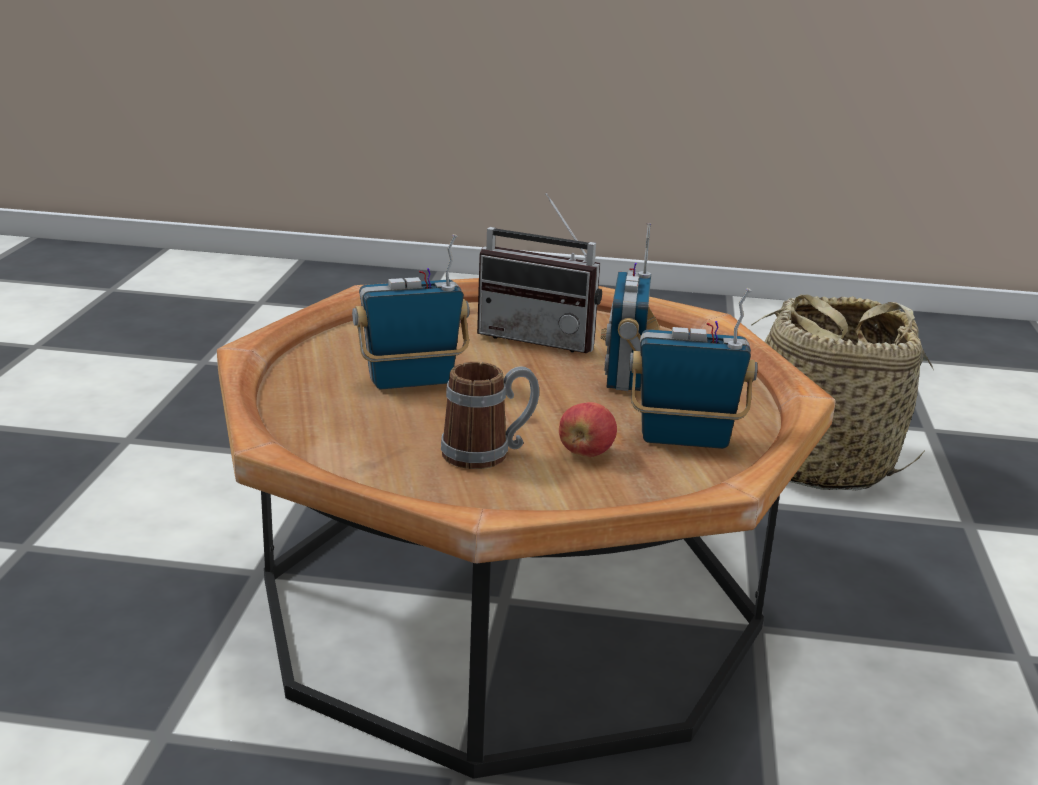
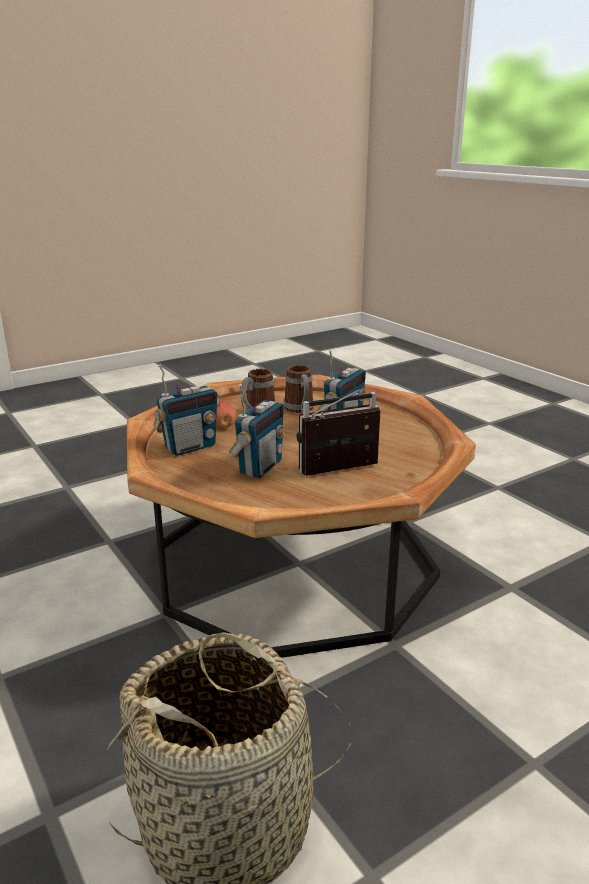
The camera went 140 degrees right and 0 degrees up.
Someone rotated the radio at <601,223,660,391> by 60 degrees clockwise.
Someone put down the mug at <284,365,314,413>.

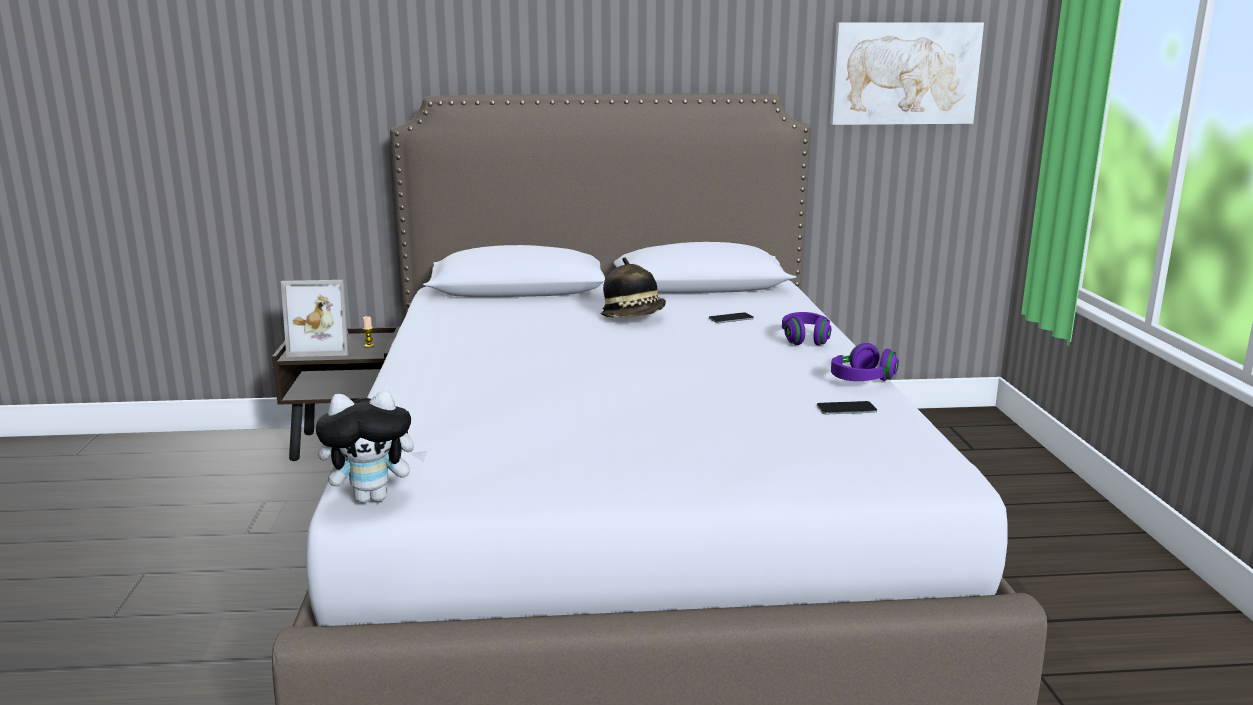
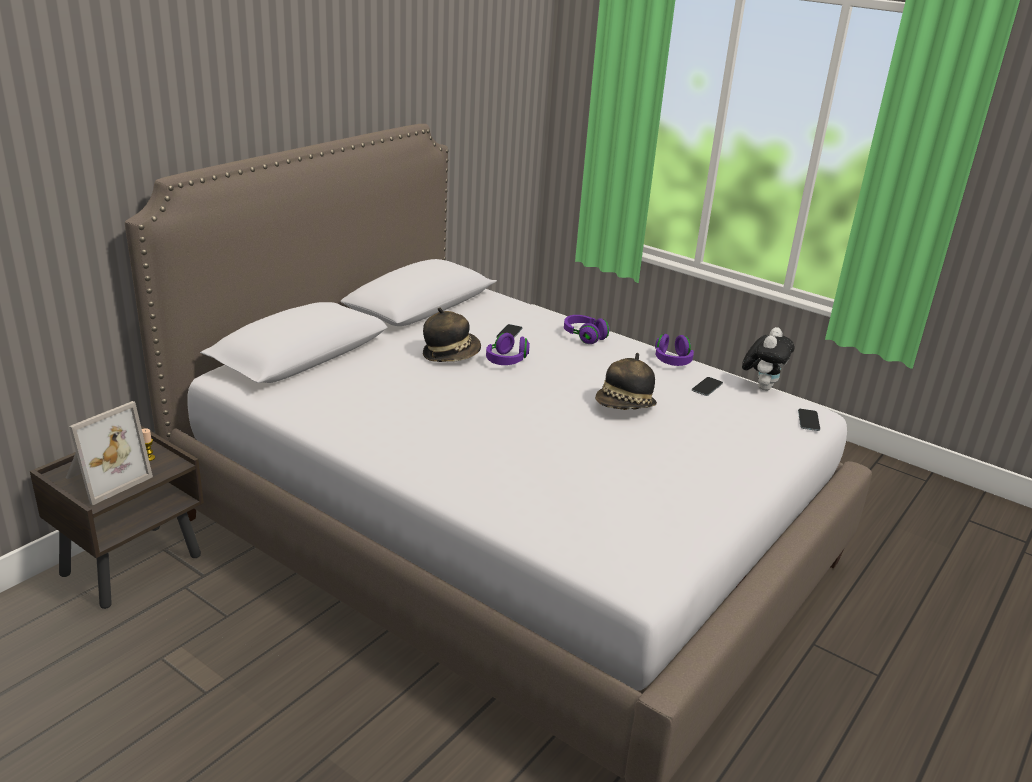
The camera went 50 degrees left and 10 degrees up.
Someone took away the picture at <830,23,984,125>.
Someone carried the plush toy from <316,390,427,503> to <742,327,795,391>.
Someone put down the purple headphones at <486,333,530,365>.
Someone put down the hat at <595,353,657,410>.
Someone put down the phone at <798,409,820,431>.

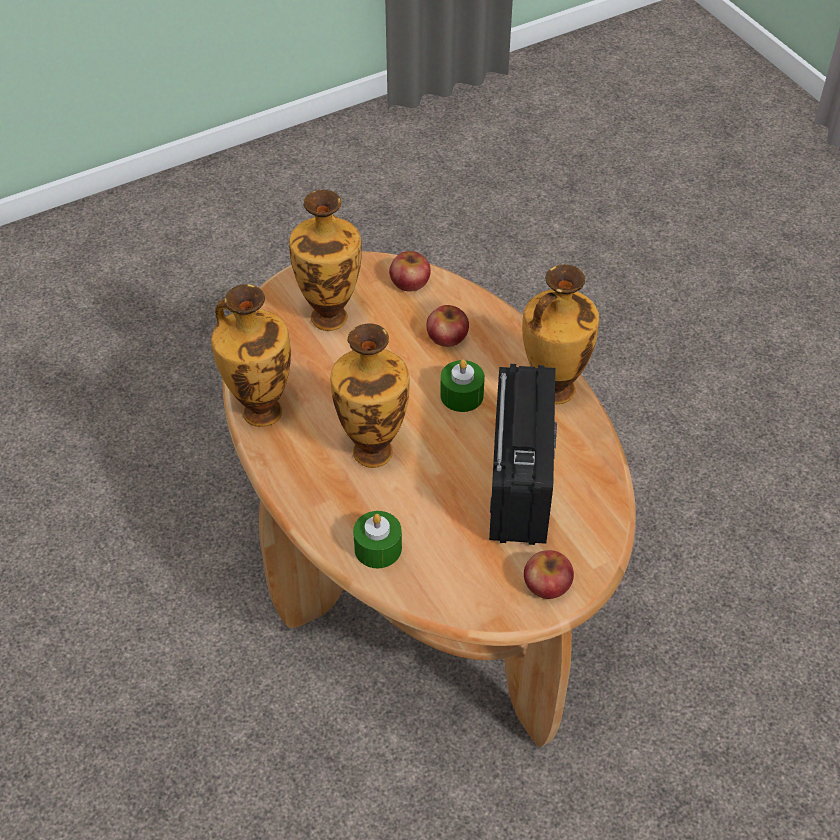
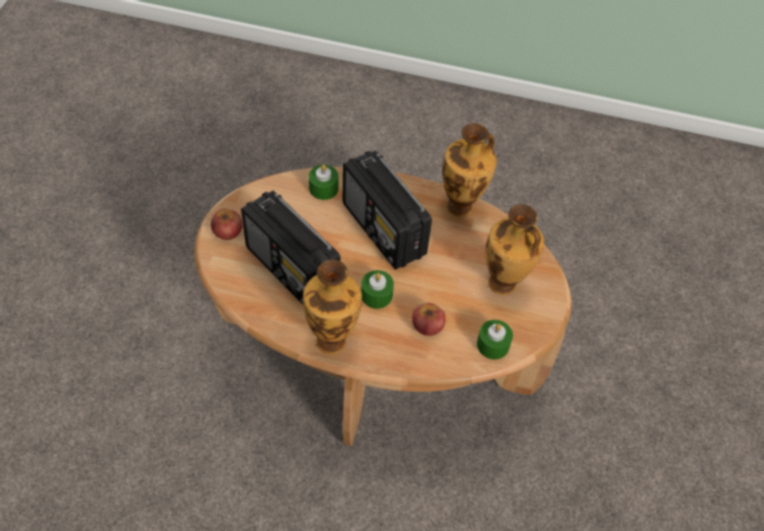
The camera went 130 degrees right and 5 degrees up.
Someone swapped the apple at <389,251,431,292> for the green candle at <477,320,513,359>.
Someone swapped the vase at <330,324,409,468> for the radio at <343,151,432,270>.

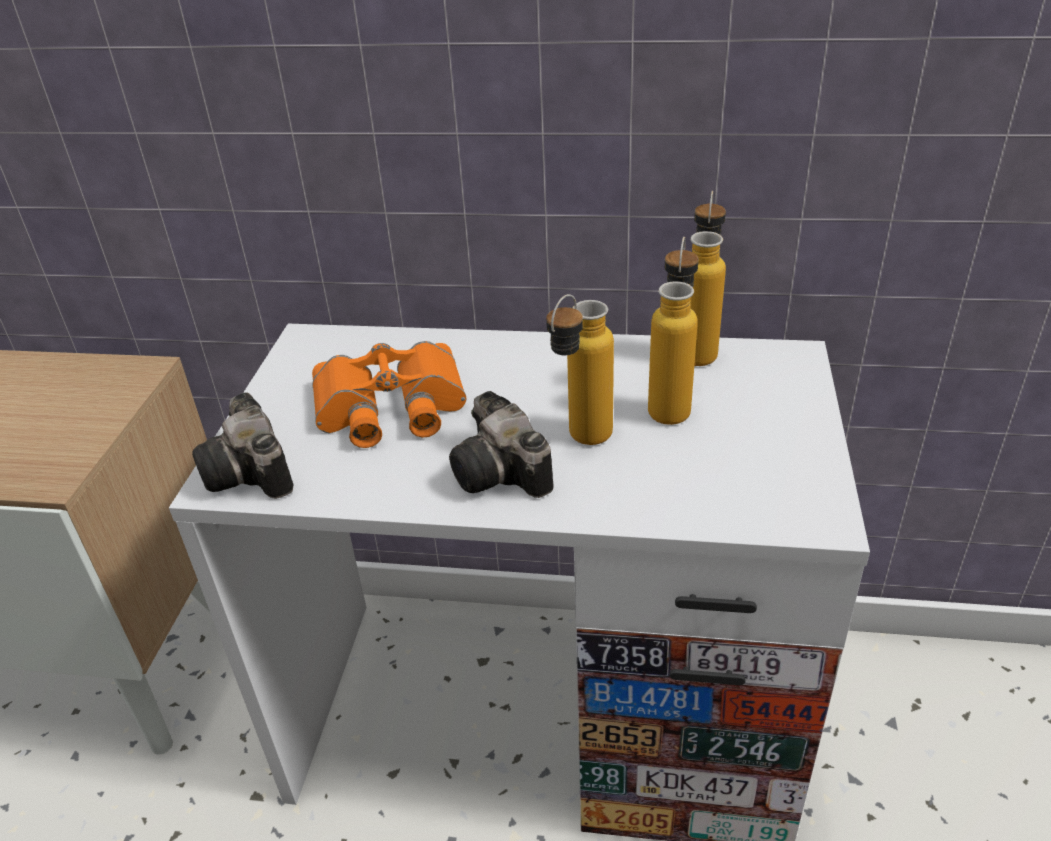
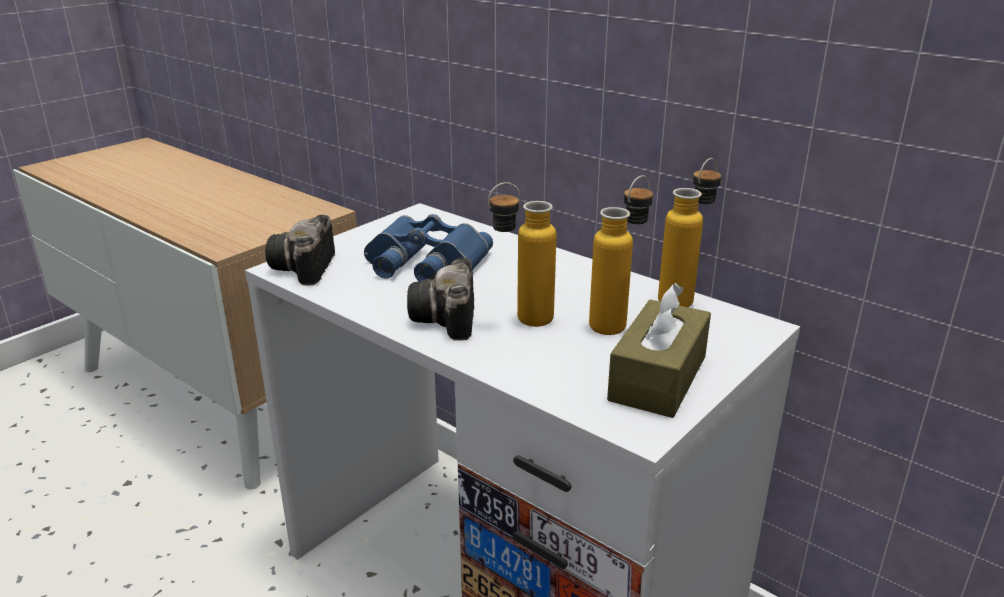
The camera went 30 degrees right and 10 degrees down.
Someone repainted the orange binoculars at <312,341,466,448>, which became the blue binoculars at <364,214,493,282>.
Someone put down the brown tissue box at <607,283,711,418>.

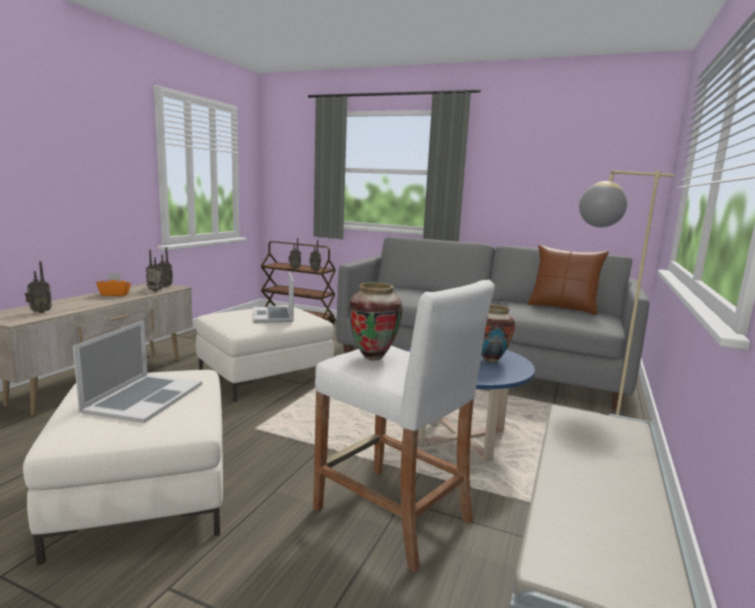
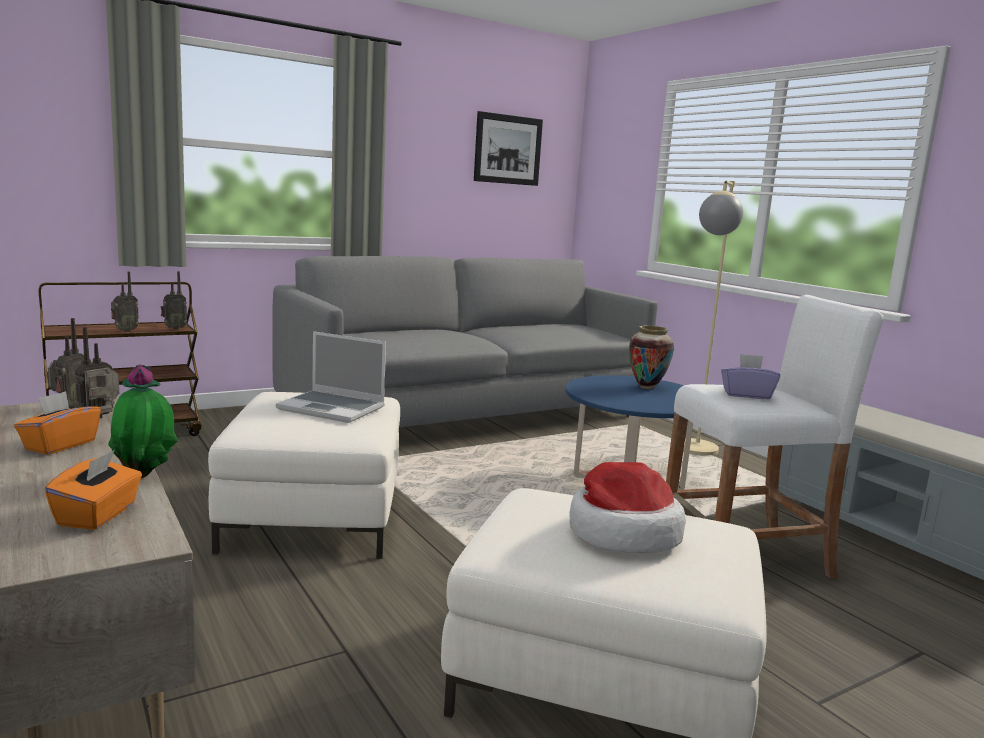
The camera went 55 degrees left and 0 degrees up.
Someone took away the brown pillow at <527,245,609,315>.
Someone swapped the radio at <25,261,52,313> for the orange tissue box at <44,450,142,530>.
Someone swapped the vase at <348,283,402,361> for the purple tissue box at <721,354,780,399>.
Someone swapped the laptop at <73,320,202,423> for the hat at <569,462,686,553>.
Someone put up the picture at <474,111,543,186>.
Someone put down the potted plant at <108,364,178,478>.

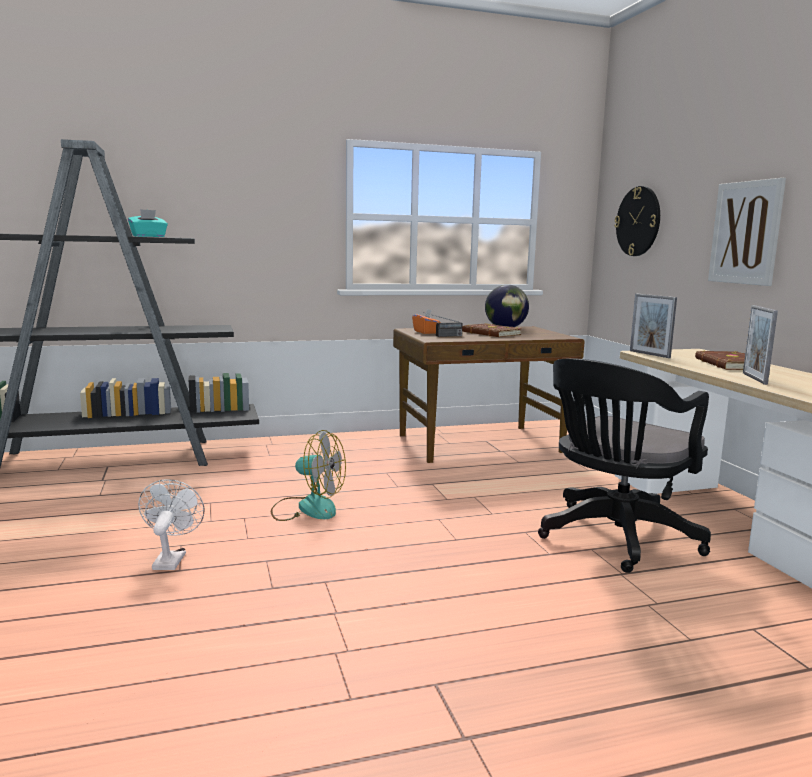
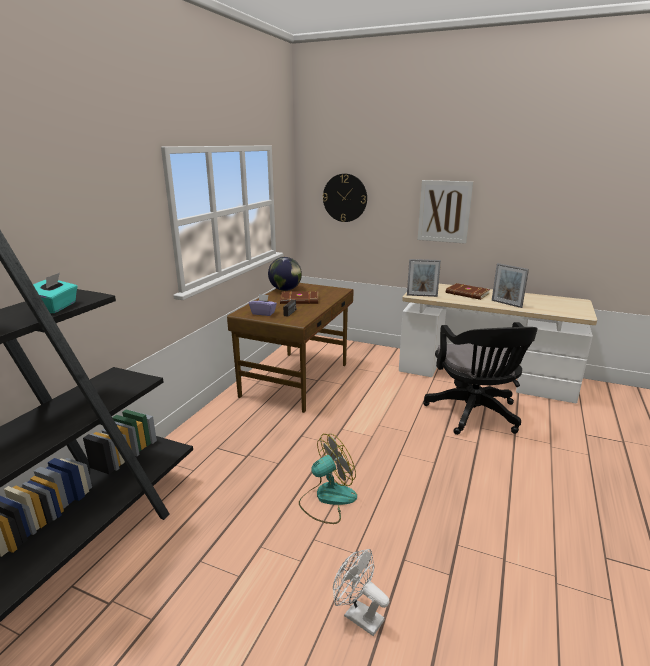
The camera went 50 degrees left and 10 degrees up.
Someone repainted the orange tissue box at <412,309,440,334>, which became the purple tissue box at <249,294,277,316>.

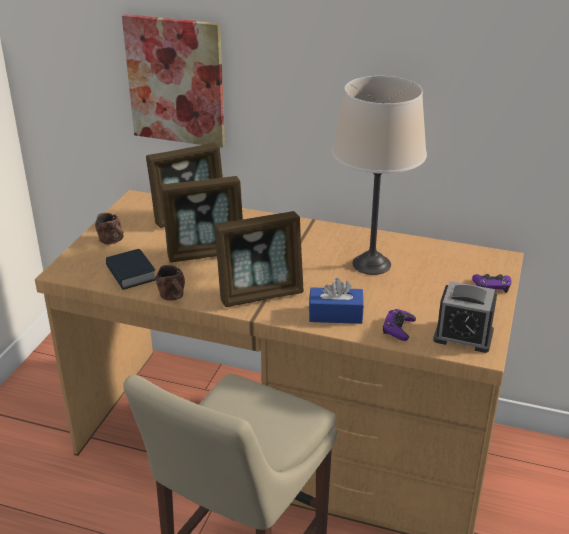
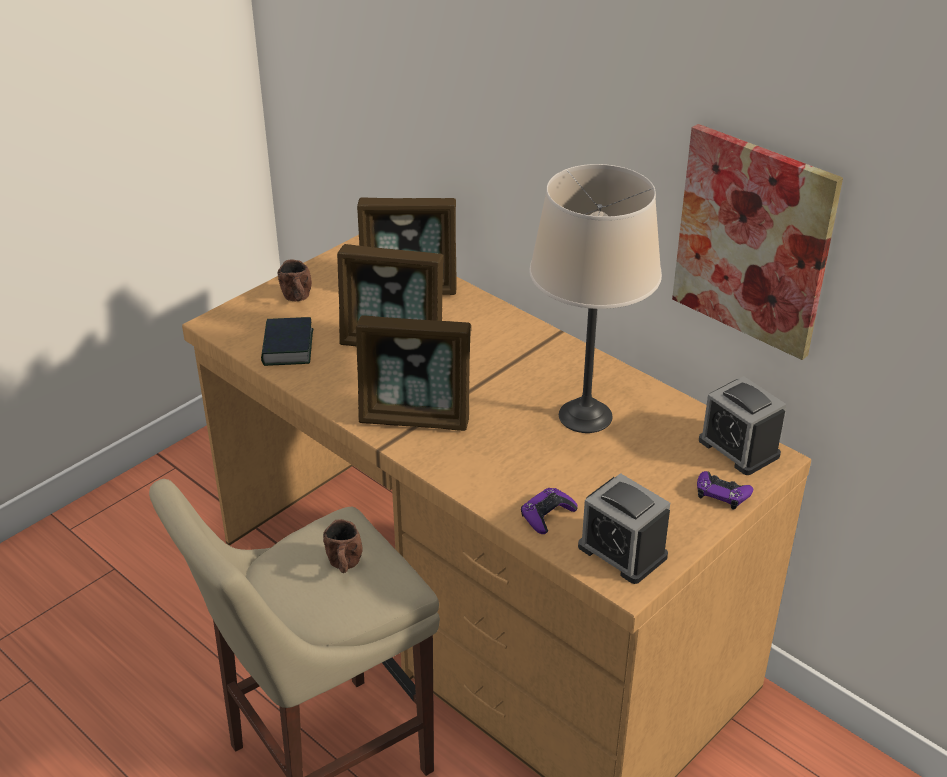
The camera went 25 degrees right and 5 degrees up.
Someone carried the picture from <122,14,225,148> to <672,124,843,360>.
Someone carried the brown mug from <156,265,185,301> to <323,519,363,573>.
Someone took away the blue tissue box at <309,278,364,324>.
Someone put down the alarm clock at <699,376,786,475>.

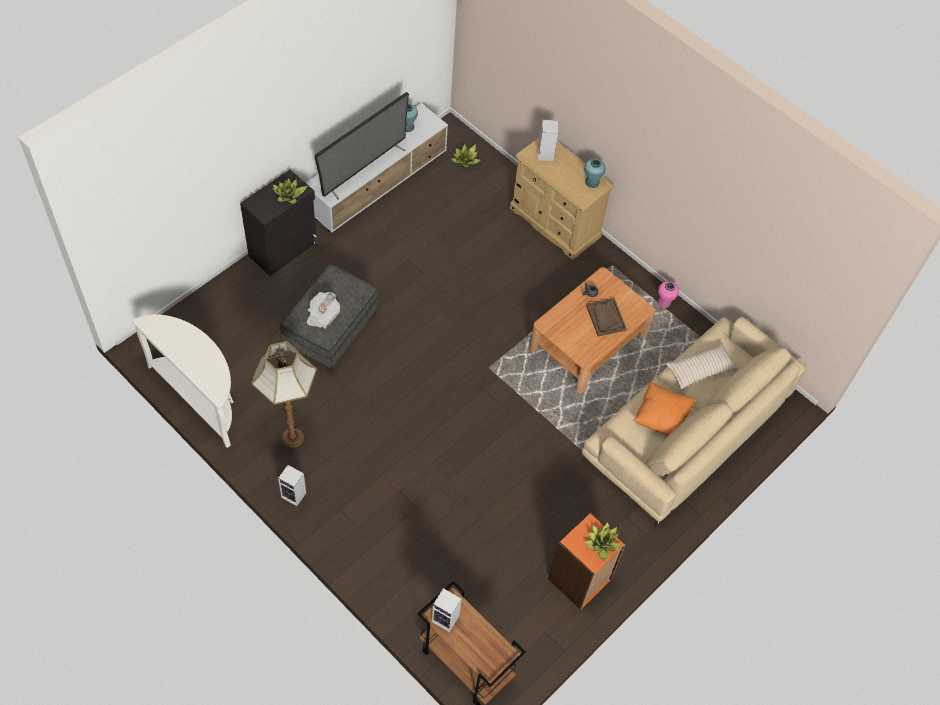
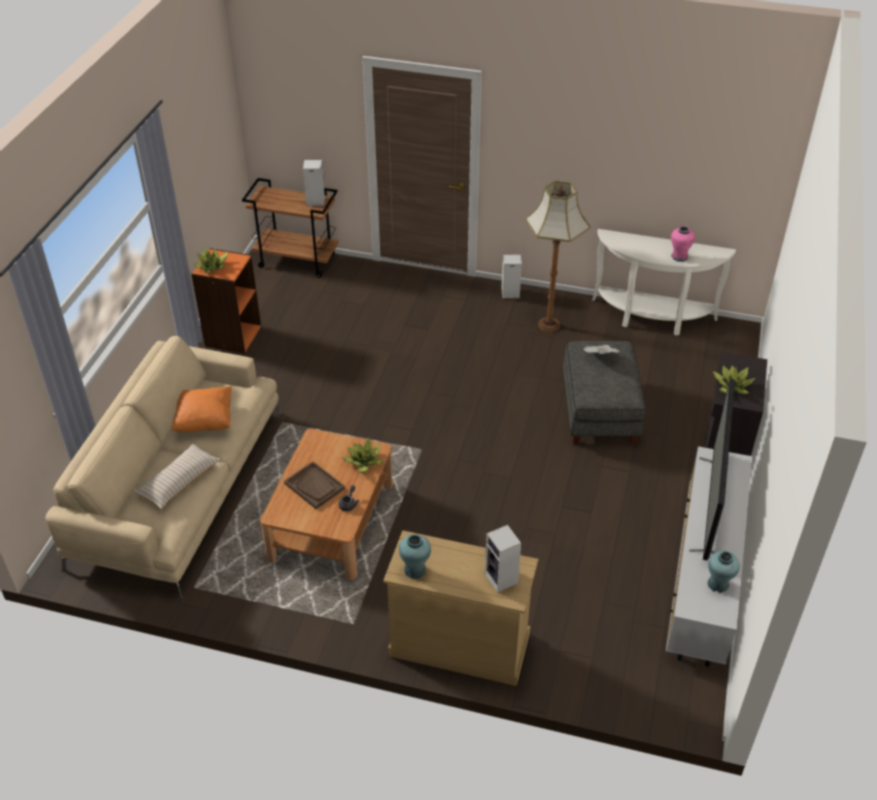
The camera went 155 degrees right and 15 degrees down.
Someone carried the potted plant from <452,144,481,167> to <342,438,384,473>.
Someone carried the pink vase from <657,281,679,308> to <671,226,695,262>.

